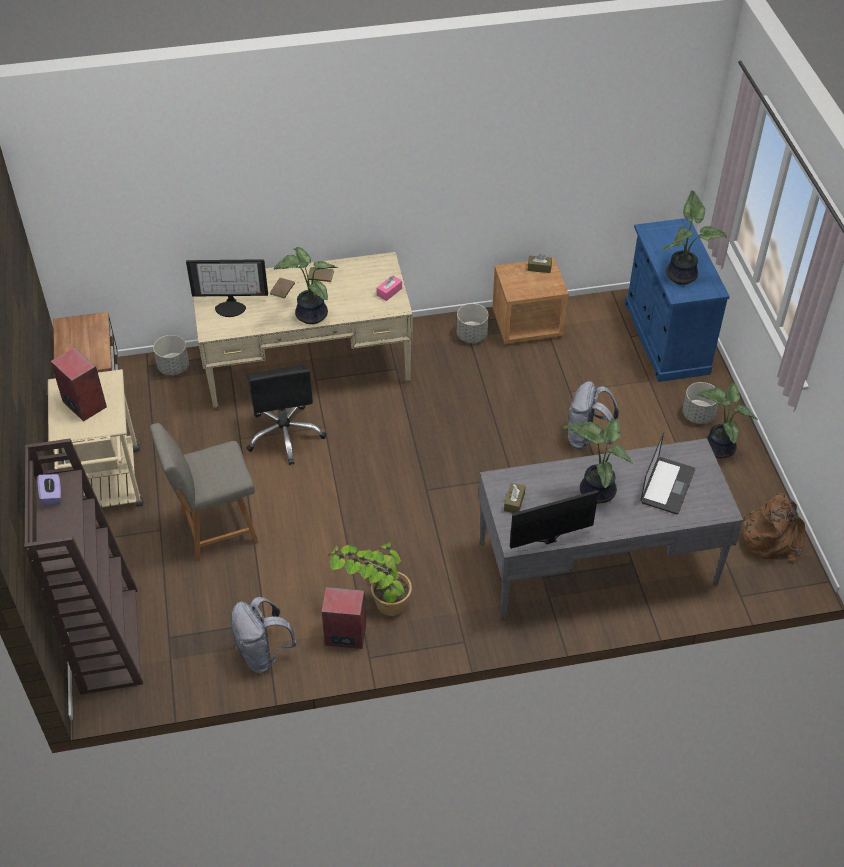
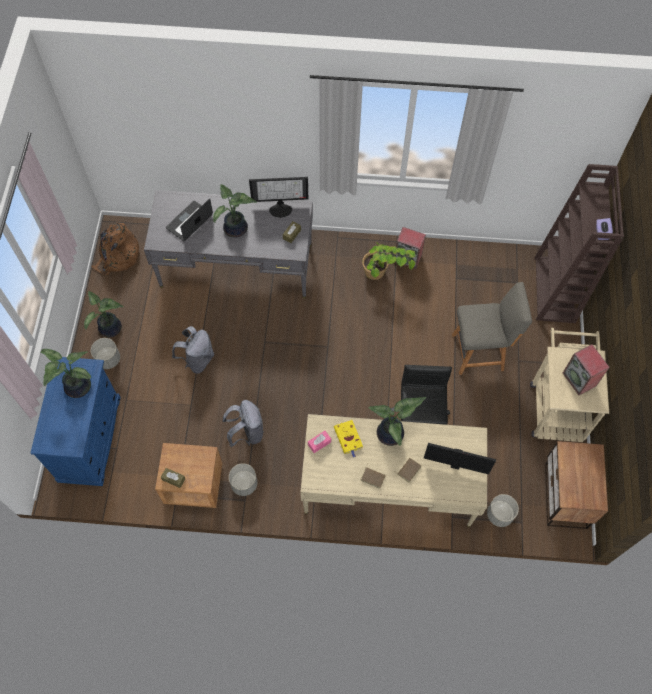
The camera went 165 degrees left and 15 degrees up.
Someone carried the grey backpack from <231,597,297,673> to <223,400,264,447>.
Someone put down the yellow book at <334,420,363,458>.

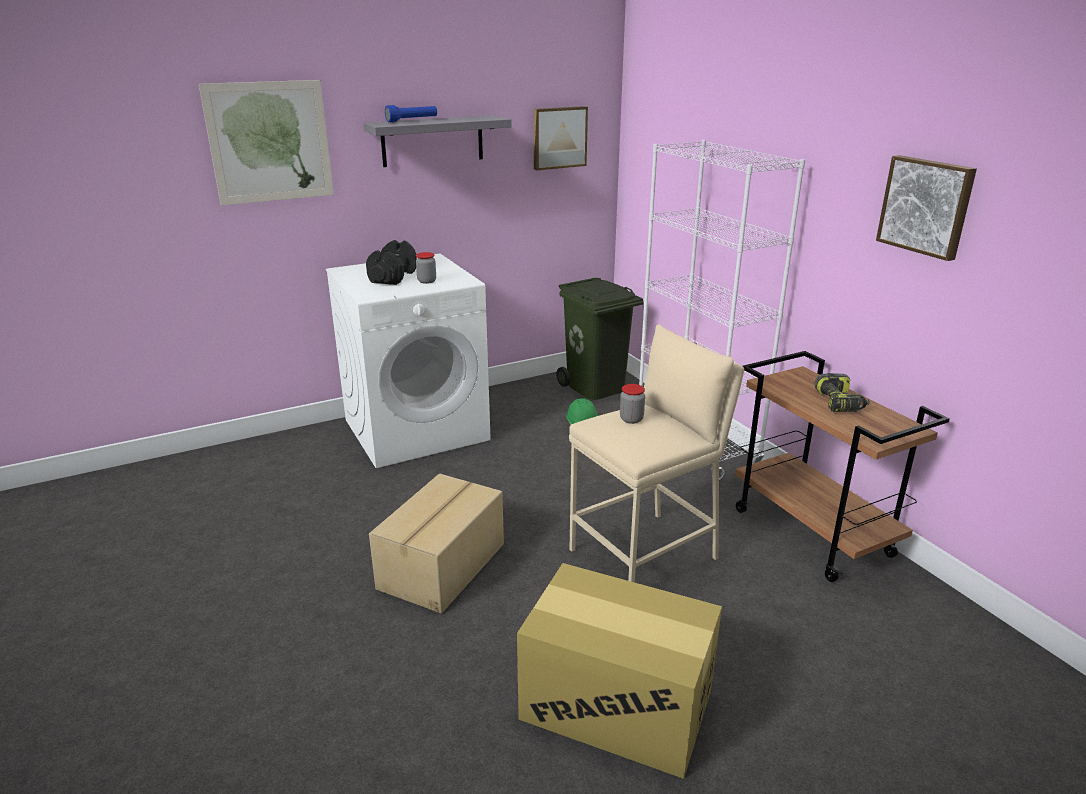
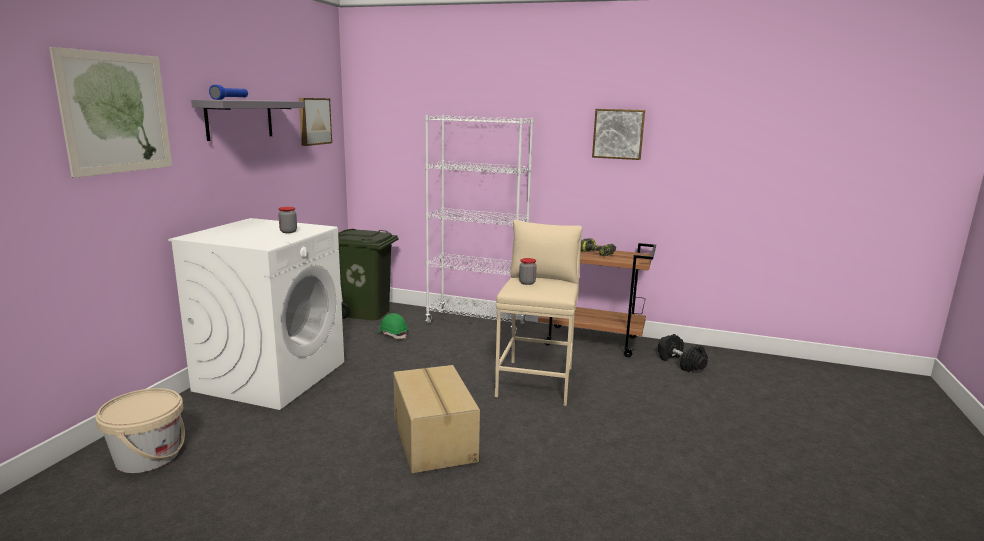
The camera went 45 degrees left and 10 degrees down.
Someone carried the black dumbbell from <366,240,417,285> to <658,334,708,372>.
Someone took away the cardboard box at <517,563,722,779>.
Someone put down the beige bucket at <95,388,185,473>.

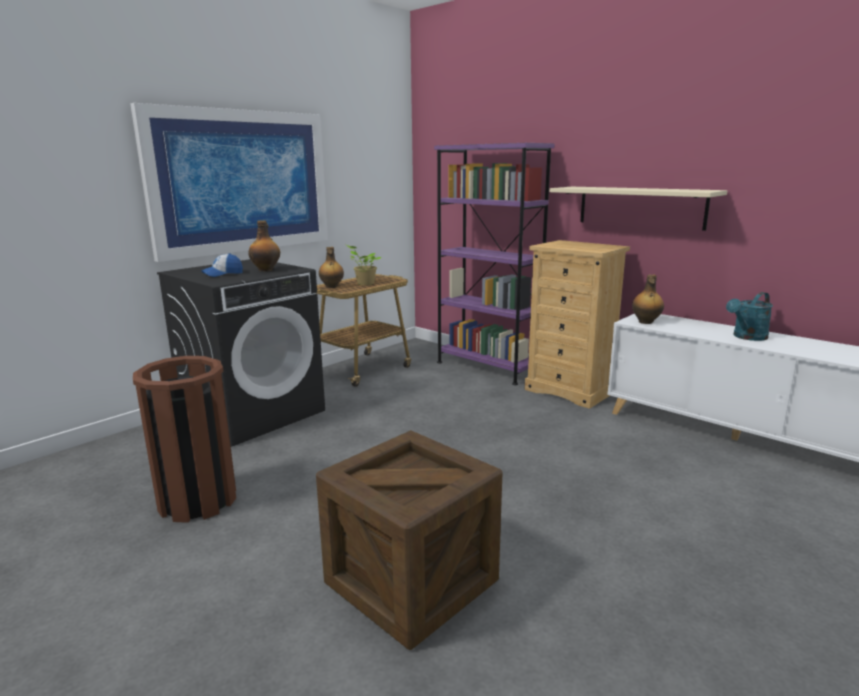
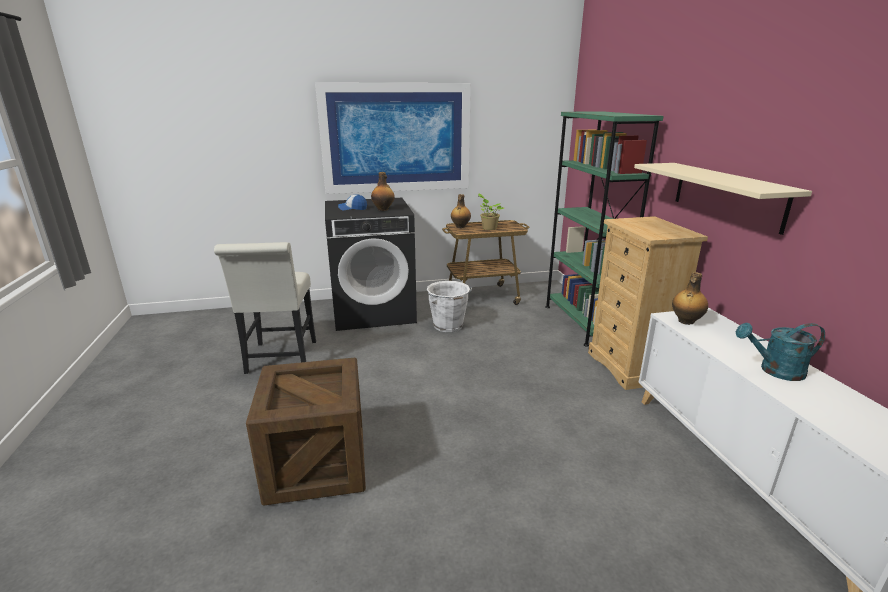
The camera went 35 degrees right and 5 degrees up.
Someone repainted the purple bookcase at <434,143,555,385>, which became the green bookcase at <545,111,664,347>.
Someone swapped the brown trash can at <133,356,236,523> for the white chair at <214,242,316,374>.
Someone put down the white bucket at <427,281,472,332>.

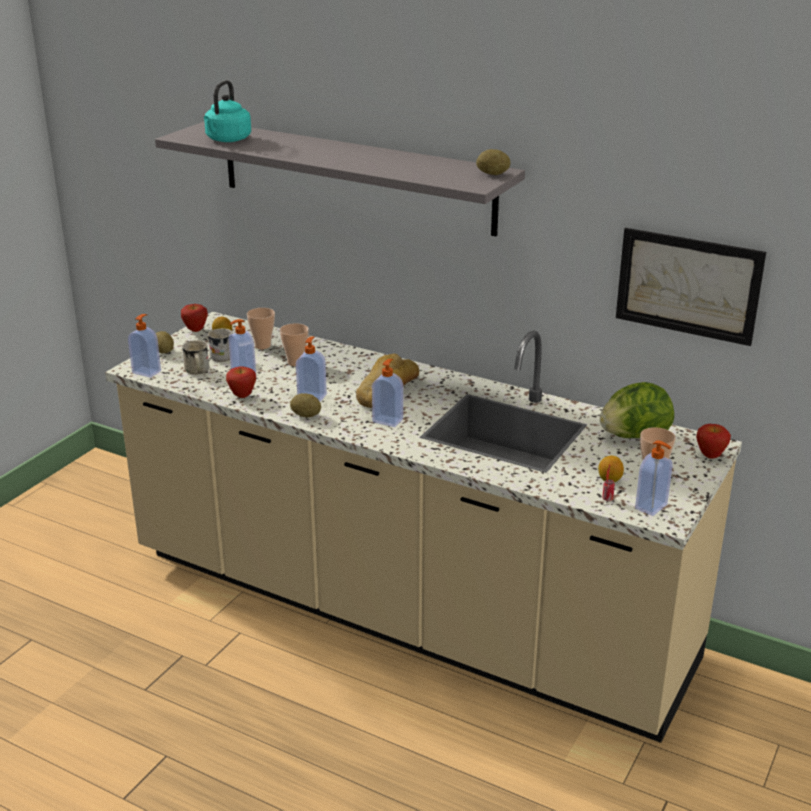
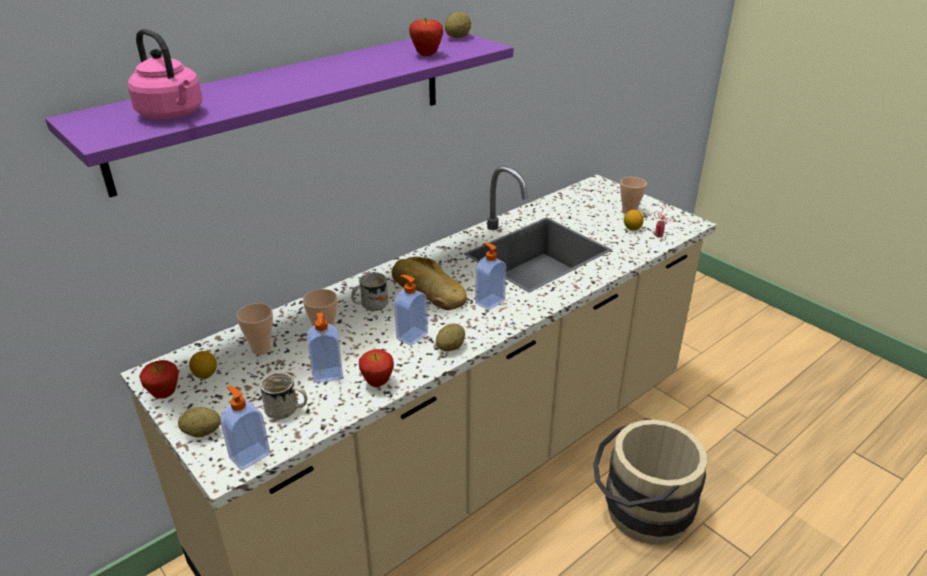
The camera went 70 degrees left and 5 degrees up.
Someone repainted the turquoise kettle at <204,80,251,142>, which became the pink kettle at <128,29,203,119>.
Someone repainted the grey shelf at <155,122,525,236>, which became the purple shelf at <45,31,514,197>.
Someone took away the picture at <616,228,766,346>.
Someone carried the white mug from <208,328,232,362> to <351,272,388,312>.
Someone took away the lettuce at <600,382,674,438>.
Someone carried the apple from <696,424,731,459> to <409,18,443,56>.
Someone took away the soap dispenser at <635,440,673,516>.
Someone put down the beige bucket at <593,418,707,545>.

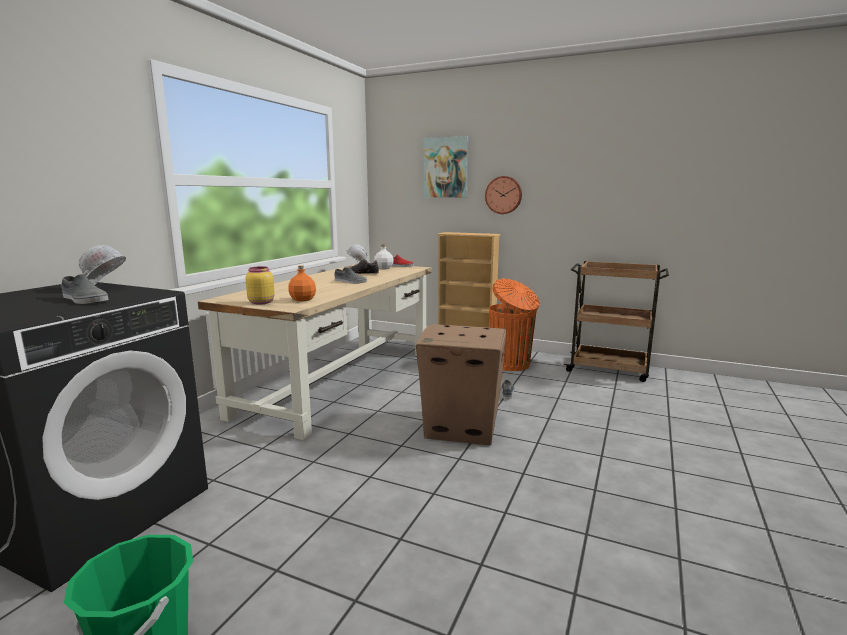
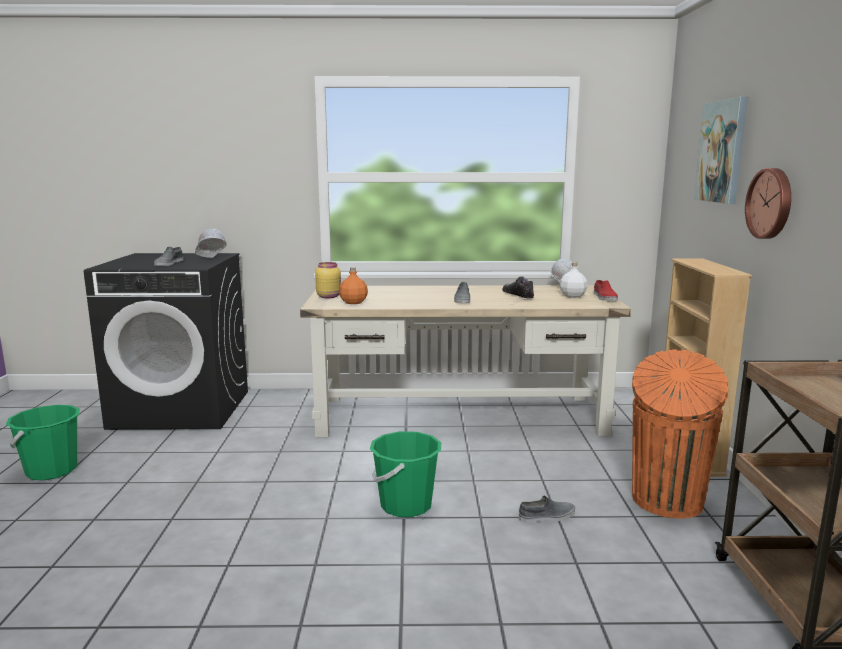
The camera went 65 degrees right and 0 degrees up.
Someone swapped the cardboard box at <416,324,506,445> for the green bucket at <370,431,441,517>.

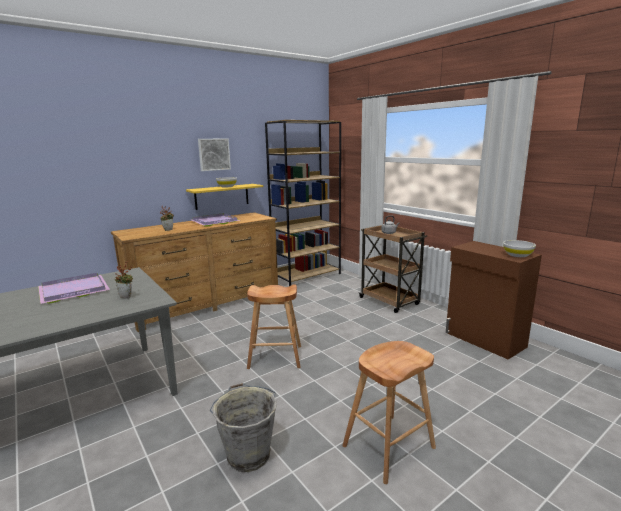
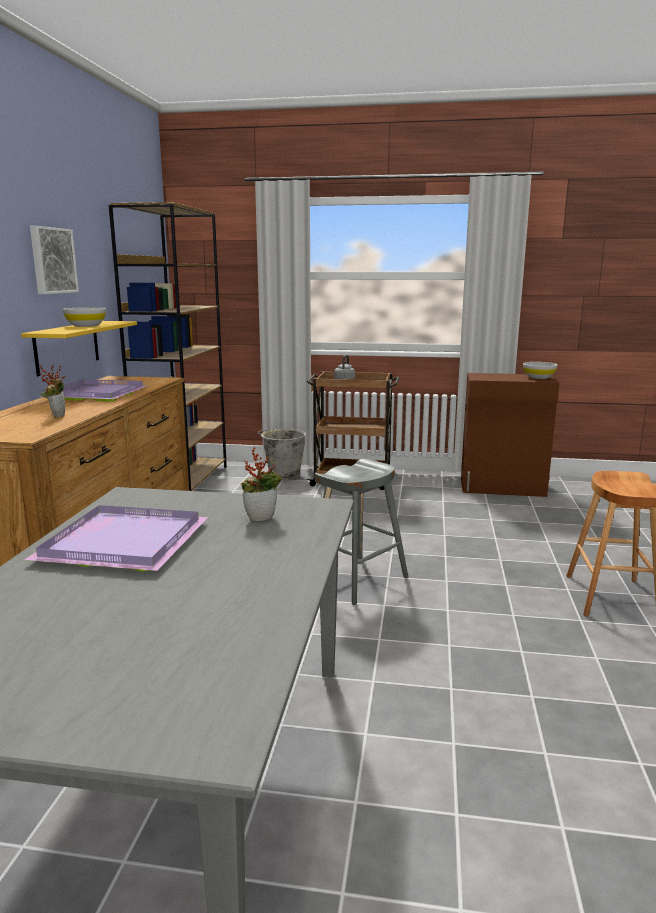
The camera went 45 degrees left and 0 degrees up.
Someone repainted the brown stool at <247,284,301,369>, which became the grey stool at <315,459,408,605>.
Someone carried the grey bucket from <210,383,277,472> to <257,428,306,480>.

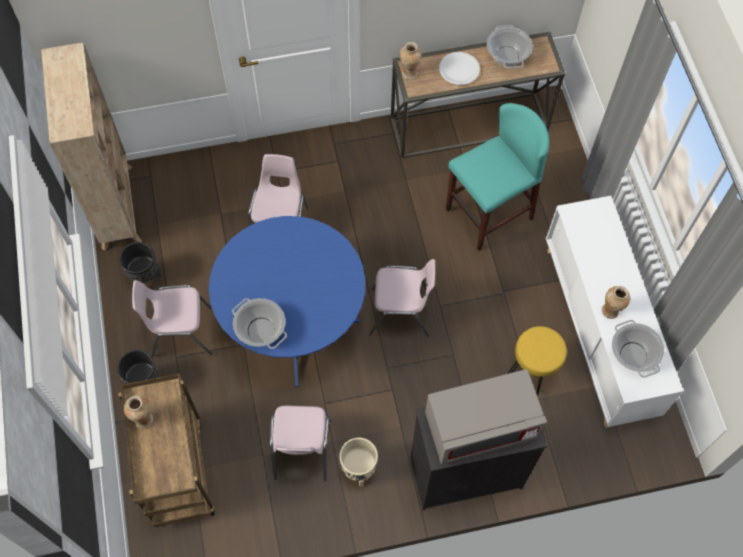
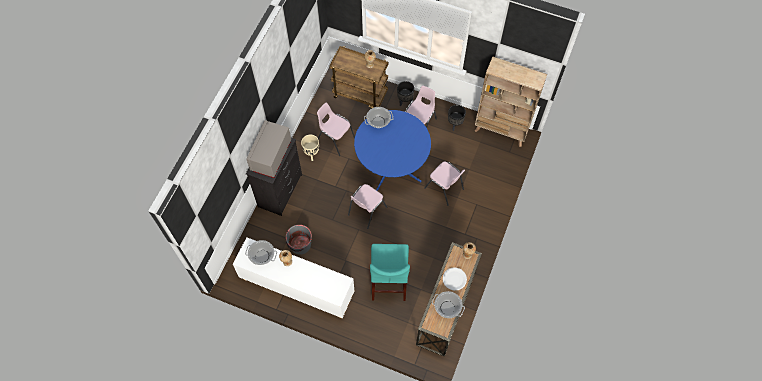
The camera went 125 degrees right and 0 degrees up.
Someone swapped the yellow stool at <507,326,567,396> for the grey bucket at <286,225,312,255>.

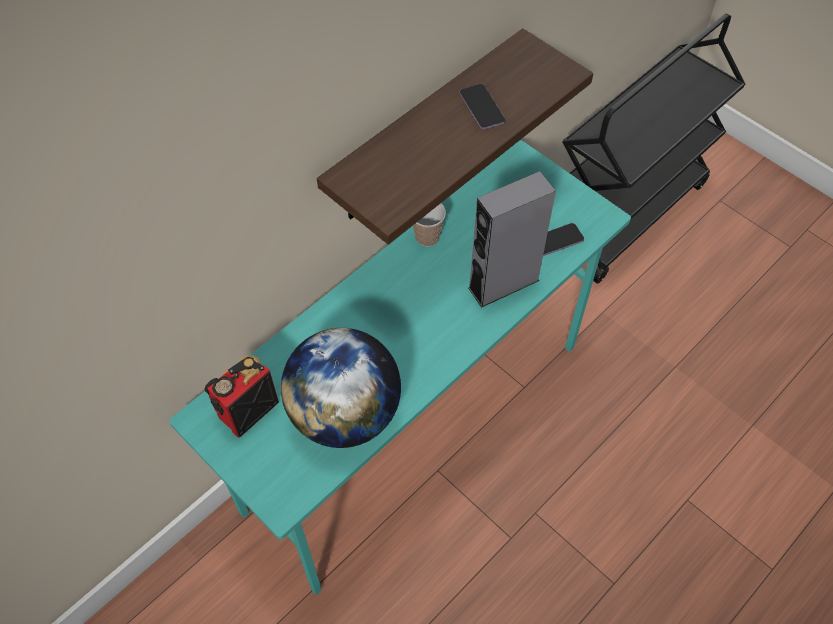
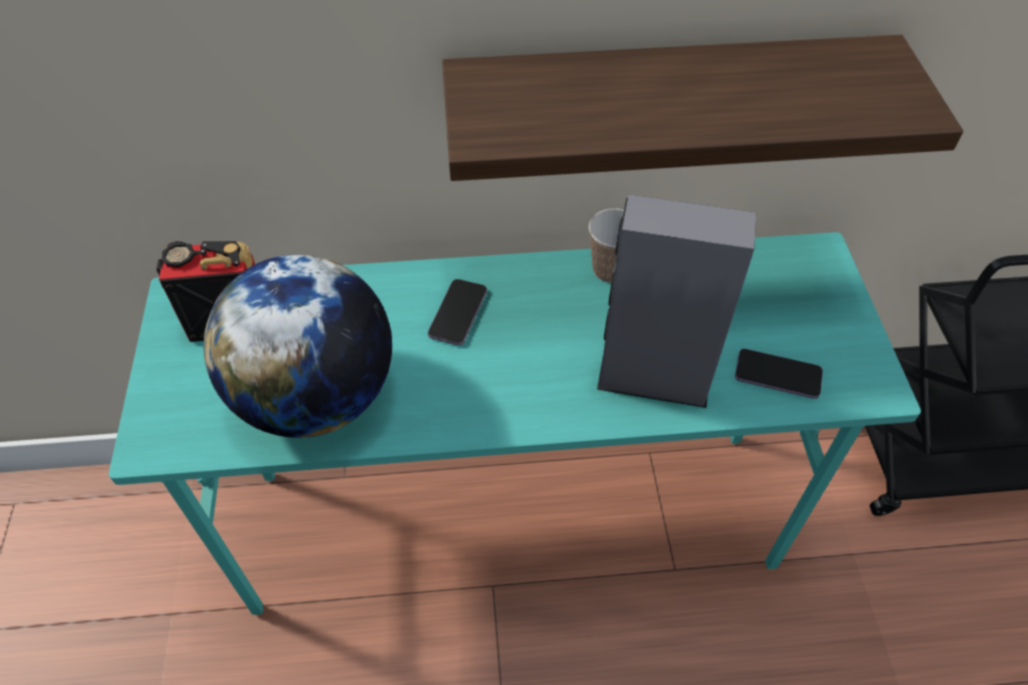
The camera went 40 degrees right and 5 degrees down.
Someone carried the phone from <459,84,506,130> to <428,279,487,345>.

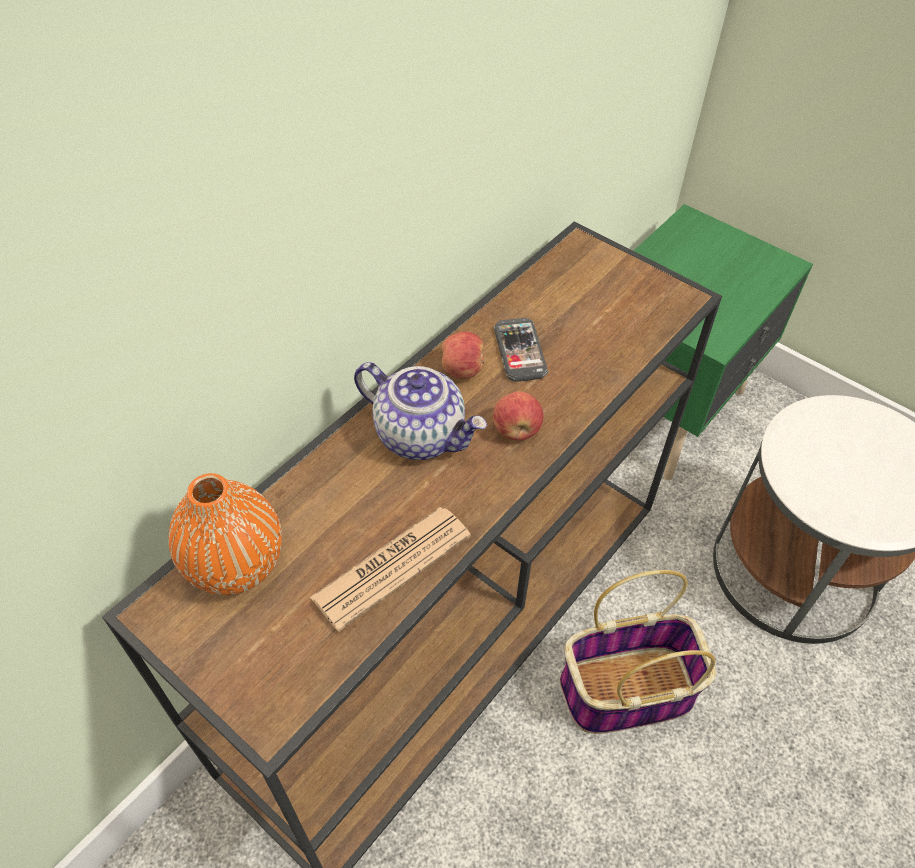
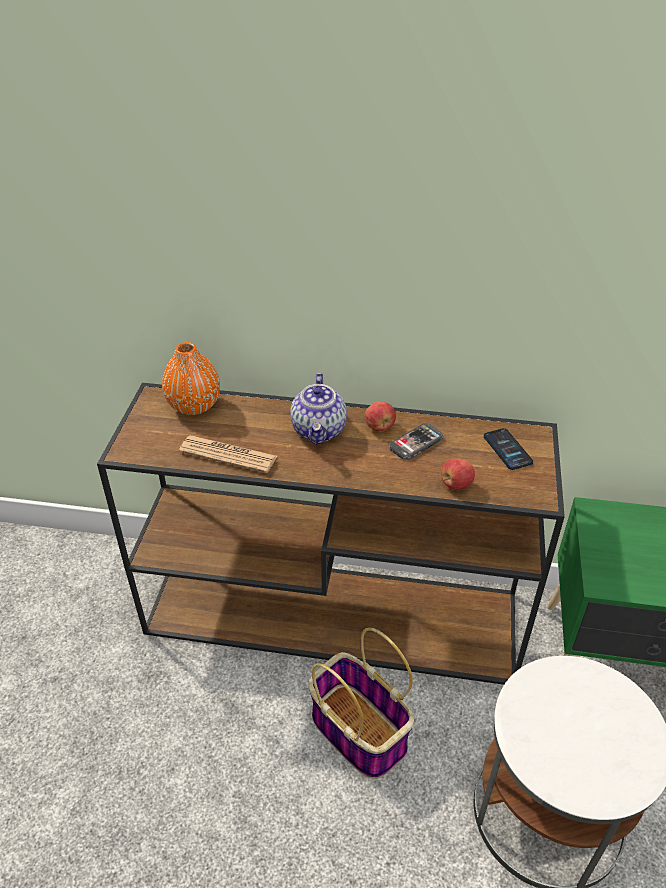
The camera went 60 degrees right and 10 degrees down.
Someone carried the apple from <493,392,544,441> to <441,458,475,490>.
Someone put down the phone at <484,428,533,470>.

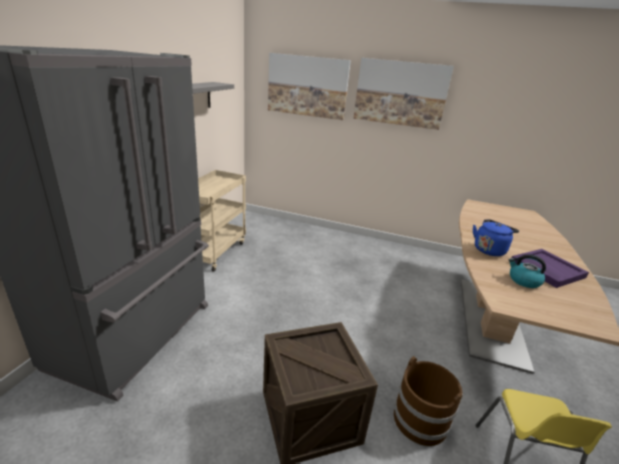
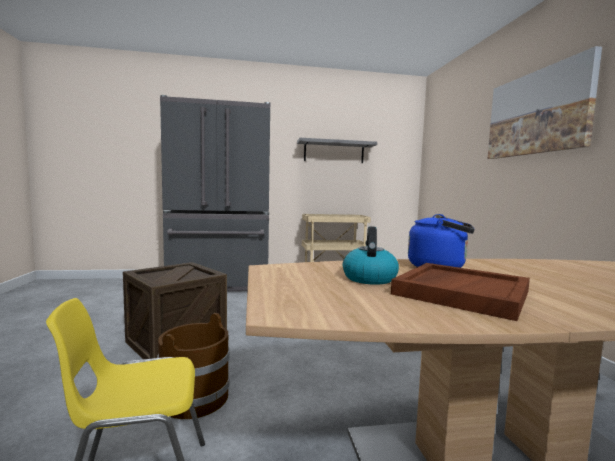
The camera went 65 degrees right and 20 degrees down.
Someone took away the picture at <268,53,351,120>.
Someone repainted the purple tray at <512,249,589,288>, which became the brown tray at <391,263,530,321>.

